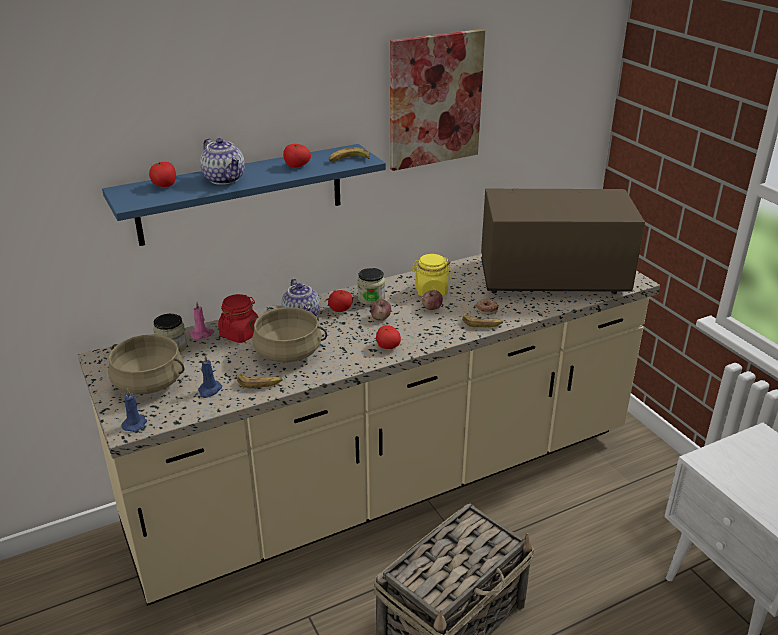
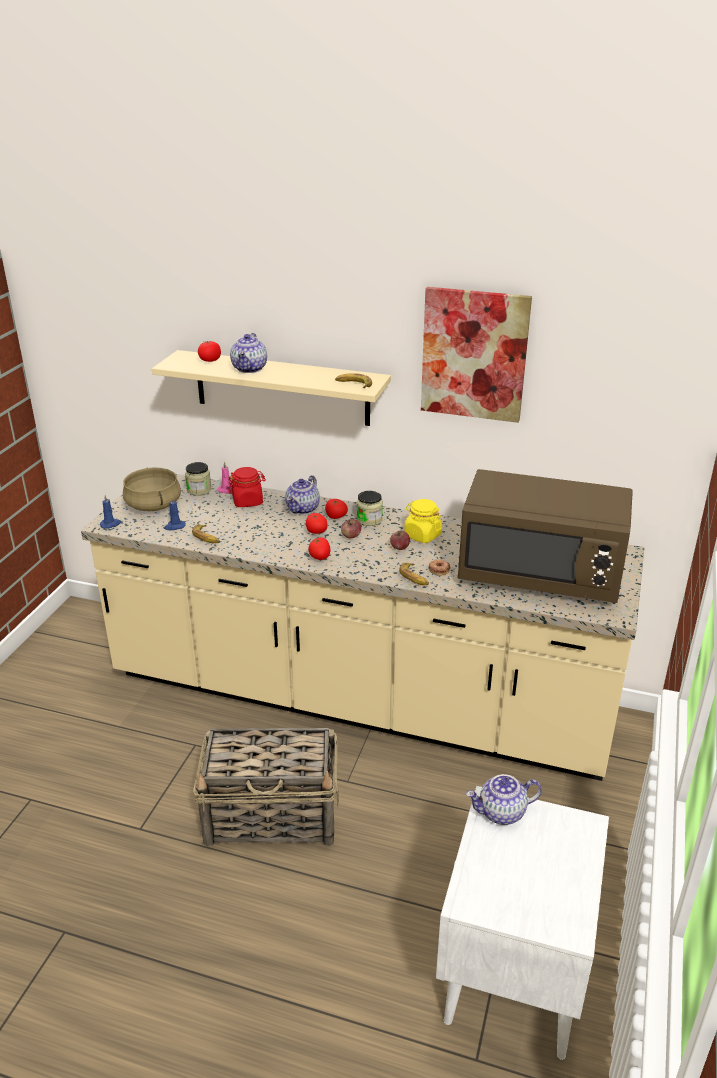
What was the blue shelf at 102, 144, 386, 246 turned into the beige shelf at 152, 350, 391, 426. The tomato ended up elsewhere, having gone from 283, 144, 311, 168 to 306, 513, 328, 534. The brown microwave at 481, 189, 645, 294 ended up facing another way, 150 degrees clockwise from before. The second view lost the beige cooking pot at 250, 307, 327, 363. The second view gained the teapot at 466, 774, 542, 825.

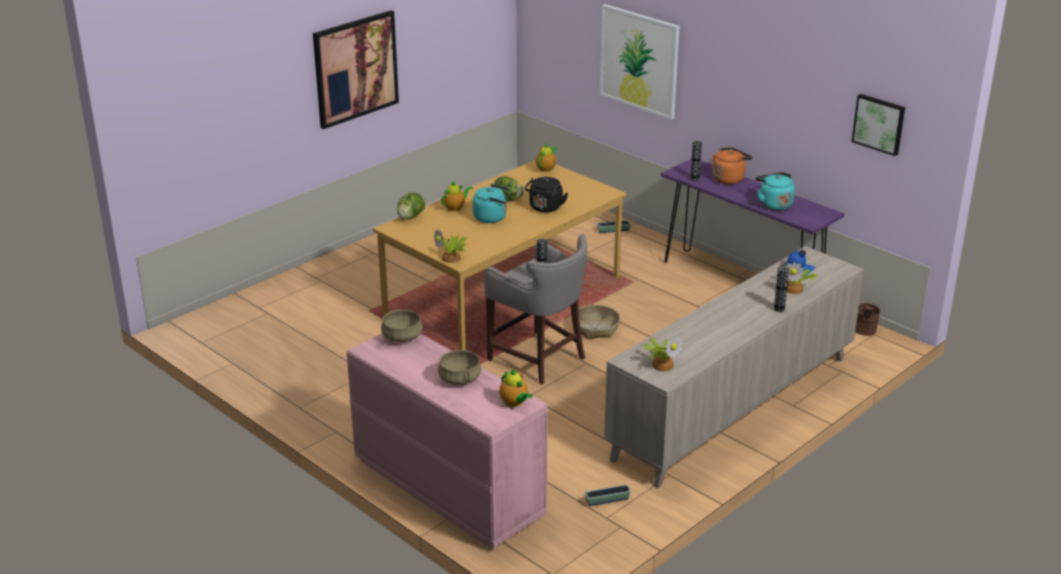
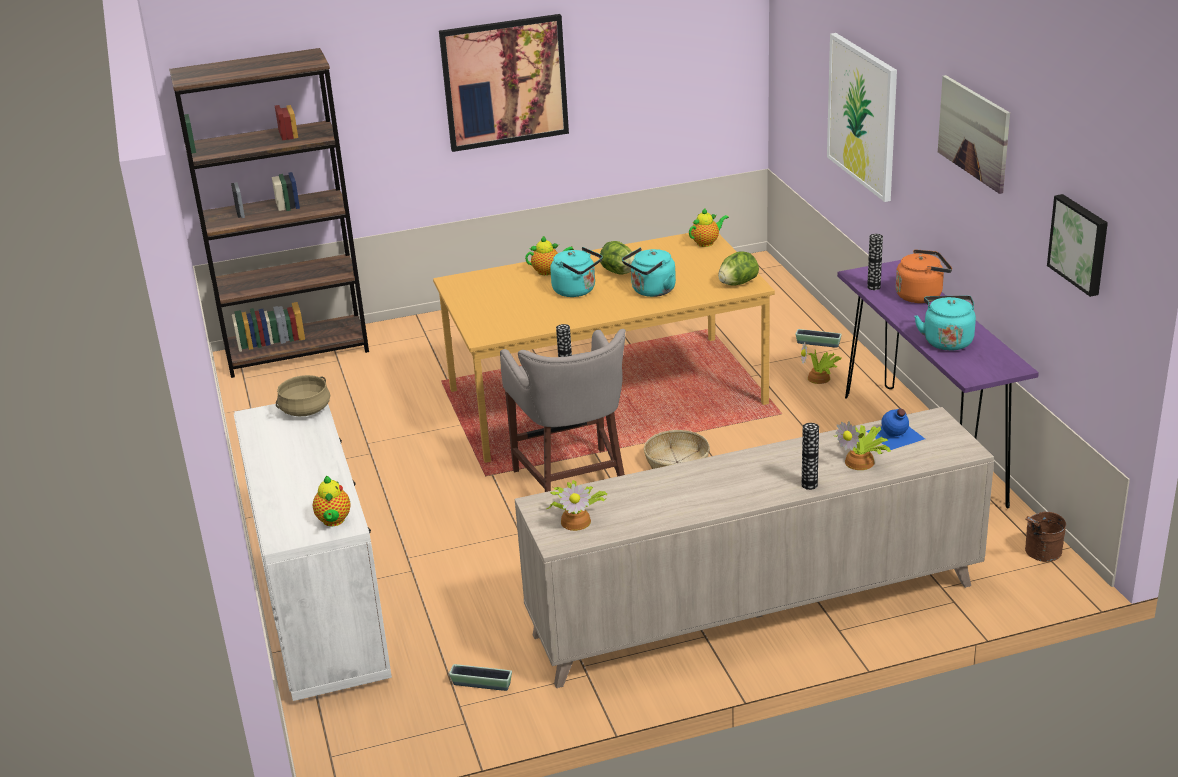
What was the black kettle at 525, 177, 568, 212 turned into the turquoise kettle at 622, 247, 676, 297. The lettuce ended up elsewhere, having gone from 397, 193, 425, 219 to 718, 251, 759, 286. The potted plant ended up elsewhere, having gone from 434, 229, 468, 263 to 801, 342, 841, 384. What was the pink dresser at 347, 333, 548, 548 turned into the white dresser at 233, 404, 392, 701. The second view lost the beige cooking pot at 438, 349, 482, 385. The second view gained the brown bookcase at 169, 48, 369, 378. The second view gained the picture at 938, 75, 1010, 194.

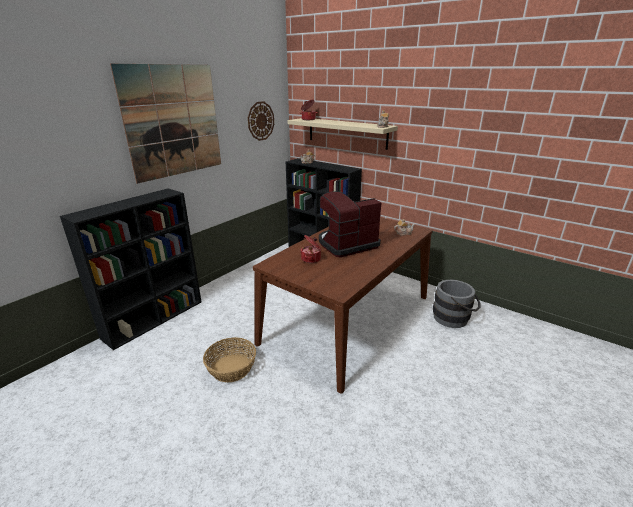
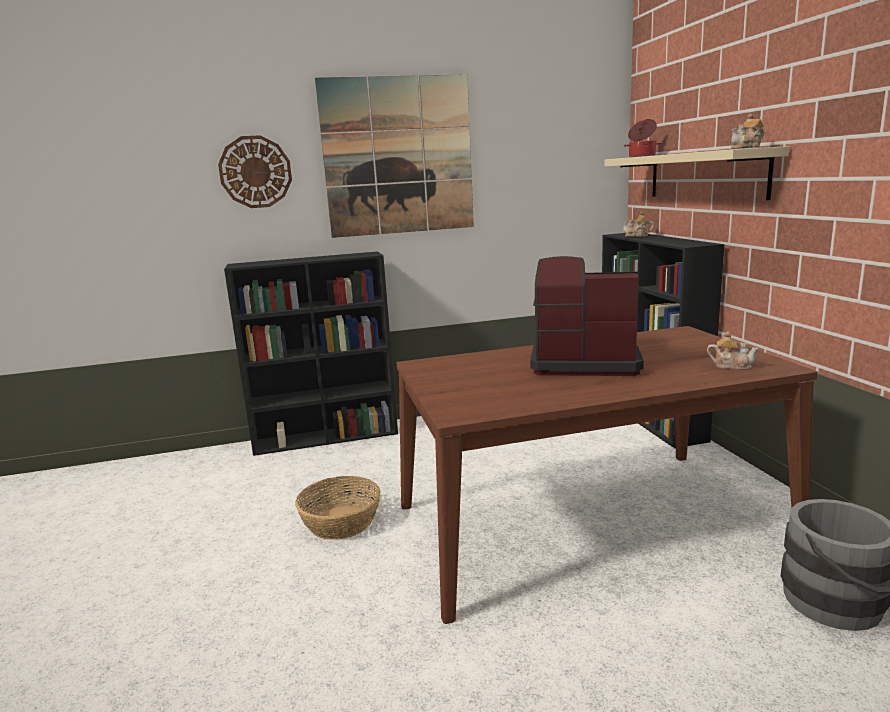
The wall clock ended up elsewhere, having gone from 248, 101, 274, 141 to 218, 135, 292, 208. The second view lost the cooking pot at 300, 235, 321, 263.

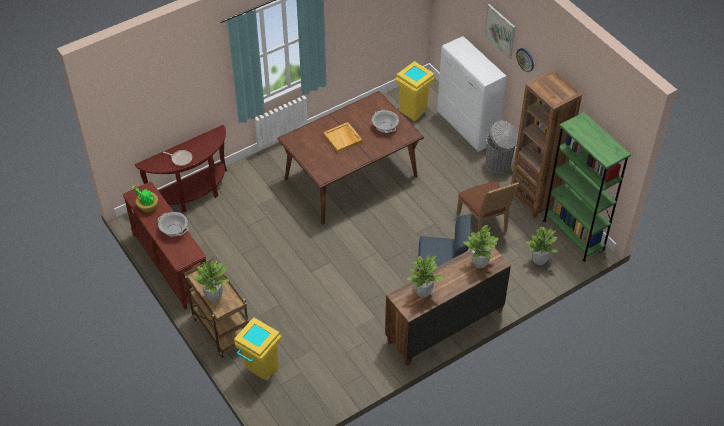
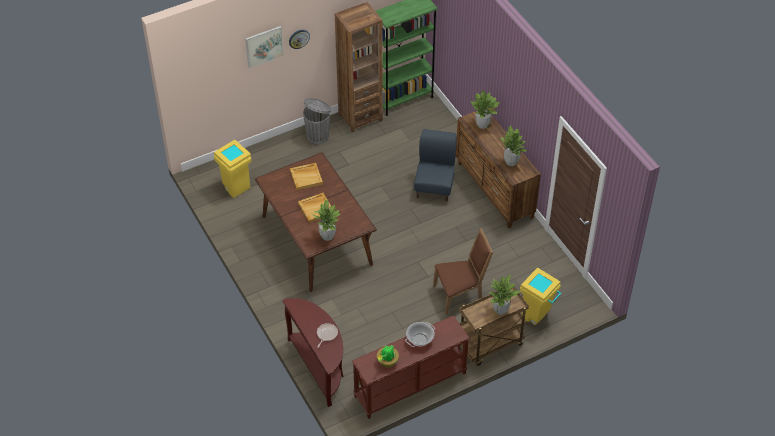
The second view lost the white cabinet at 437, 36, 507, 152. Where the cooking pot stood at 372, 110, 399, 133, the beige tray came to stand at 290, 163, 323, 190. The brown chair ended up elsewhere, having gone from 457, 182, 519, 232 to 433, 228, 493, 315. The potted plant ended up elsewhere, having gone from 526, 226, 557, 265 to 313, 199, 341, 241.

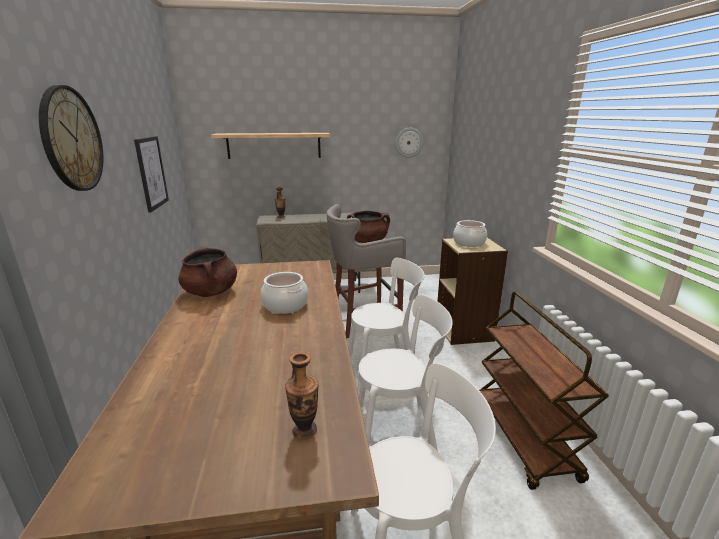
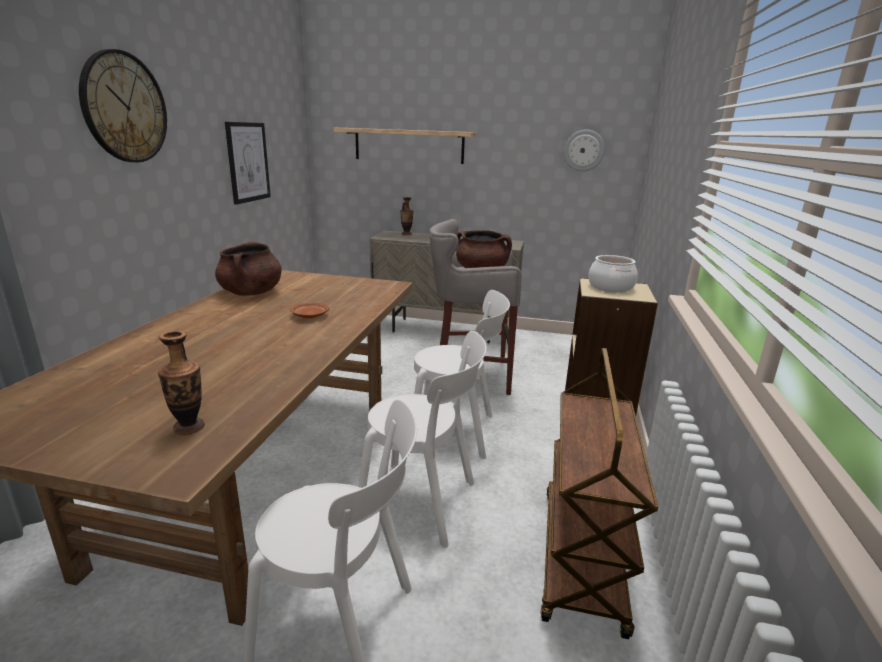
Where the cooking pot stood at 261, 272, 308, 314, the brown plate came to stand at 290, 302, 329, 319.

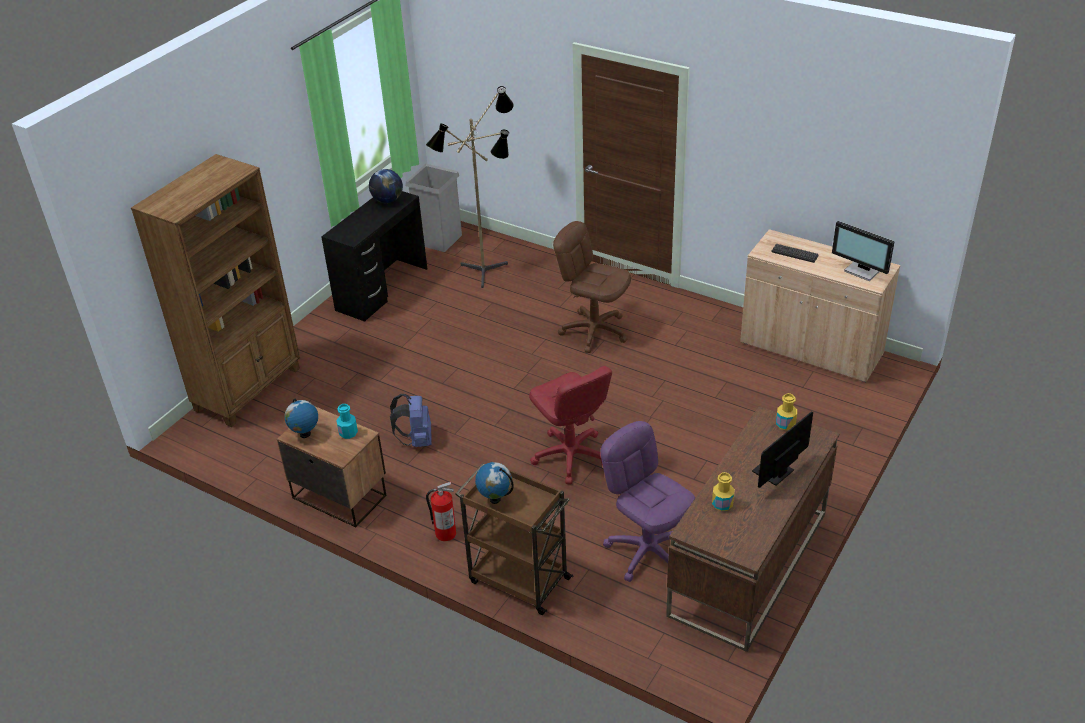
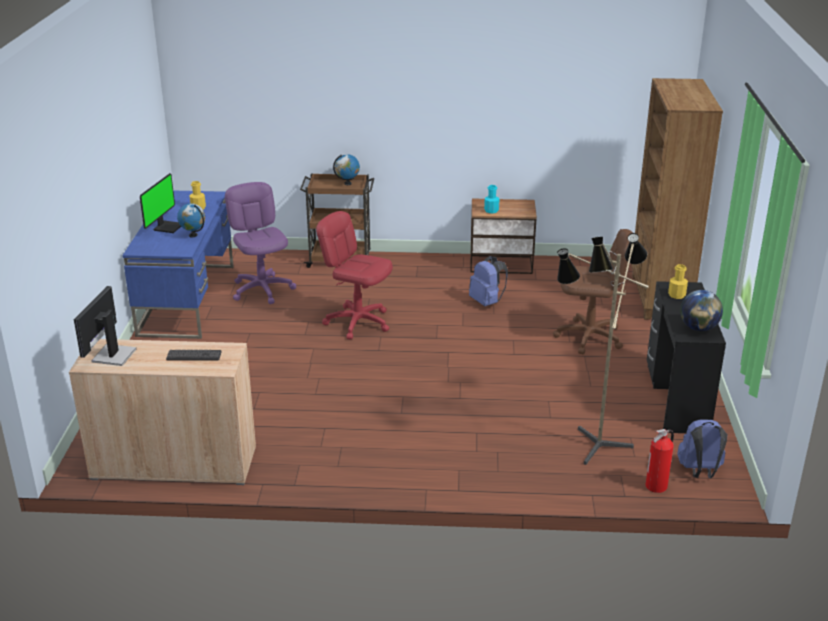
Where the grey trash can stood at 405, 164, 462, 252, the blue backpack came to stand at 677, 419, 728, 478. The brown office chair ended up elsewhere, having gone from 553, 221, 631, 353 to 553, 229, 633, 354. The monitor at 832, 221, 895, 281 ended up facing another way, 90 degrees counterclockwise from before. The yellow bottle ended up elsewhere, having gone from 776, 393, 797, 430 to 668, 264, 688, 299. The globe ended up elsewhere, having gone from 285, 399, 318, 438 to 177, 203, 205, 237. What was the brown desk at 666, 406, 839, 652 turned into the blue desk at 122, 191, 234, 339. The purple office chair at 600, 421, 695, 582 ended up facing another way, 135 degrees counterclockwise from before. The fire extinguisher ended up elsewhere, having gone from 426, 482, 456, 541 to 646, 429, 674, 493.

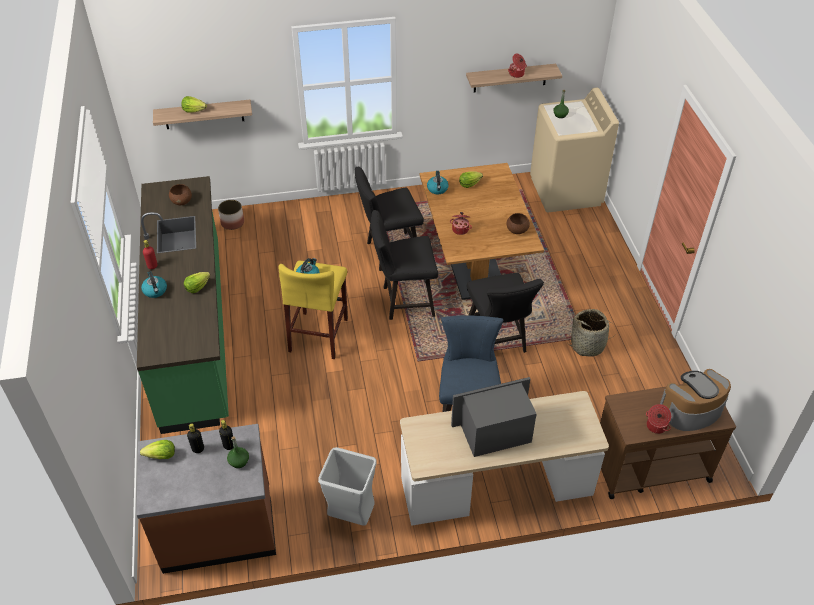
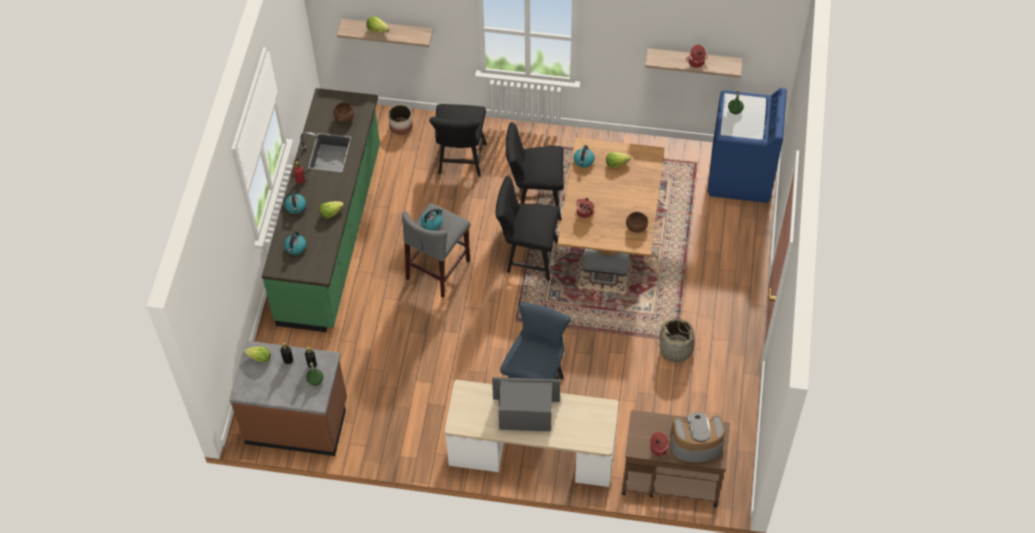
What was the beige washing machine at 530, 88, 619, 212 turned into the blue washing machine at 708, 88, 787, 203. What was the yellow stool at 278, 261, 348, 359 turned into the grey stool at 402, 203, 470, 298. The black chair ended up elsewhere, having gone from 467, 273, 544, 353 to 429, 104, 487, 177. The second view lost the grey trash can at 318, 447, 377, 526. The second view gained the kettle at 284, 231, 306, 255.

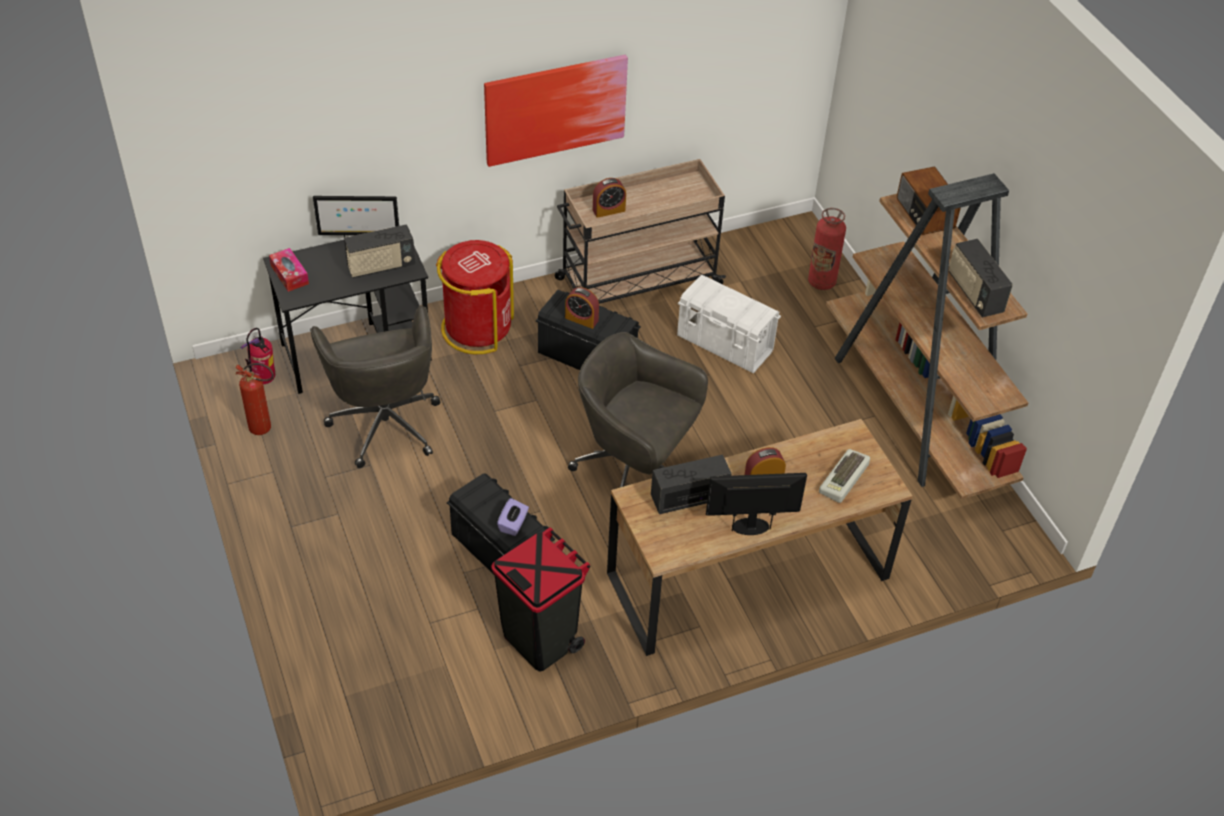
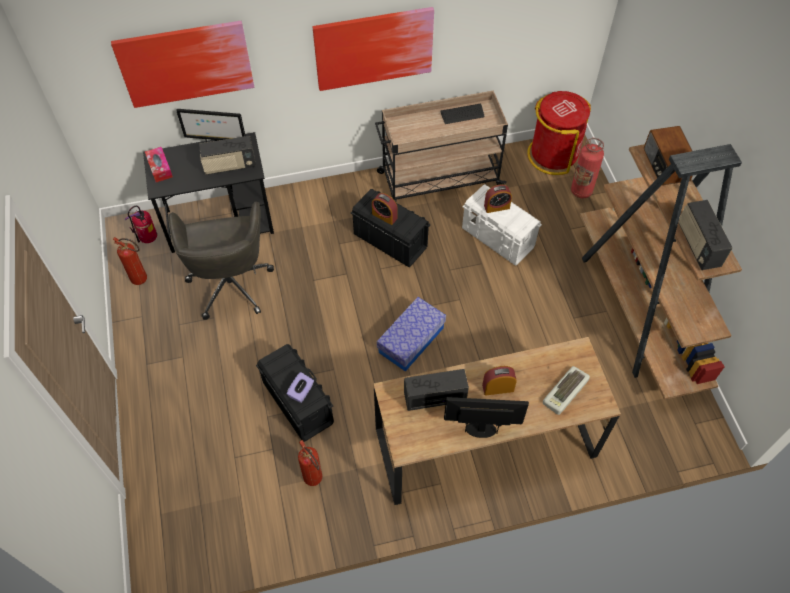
The alarm clock ended up elsewhere, having gone from 593, 178, 626, 218 to 484, 184, 512, 213. The red trash can ended up elsewhere, having gone from 436, 240, 514, 354 to 527, 91, 591, 175. Where the grey office chair stood at 568, 332, 708, 487, the storage box came to stand at 377, 297, 446, 372. Where the black trash can stood at 491, 527, 590, 671, the fire extinguisher came to stand at 298, 440, 322, 486. The second view gained the picture at 111, 21, 254, 108. The second view gained the keyboard at 441, 104, 484, 124.

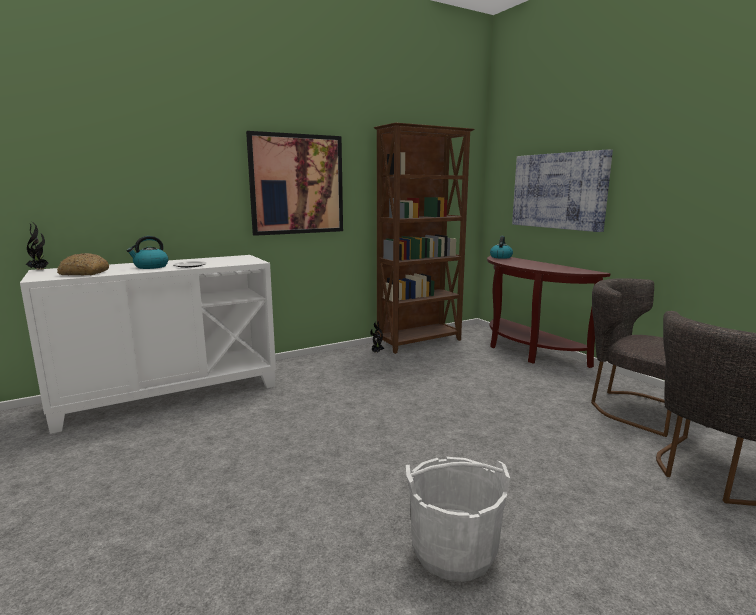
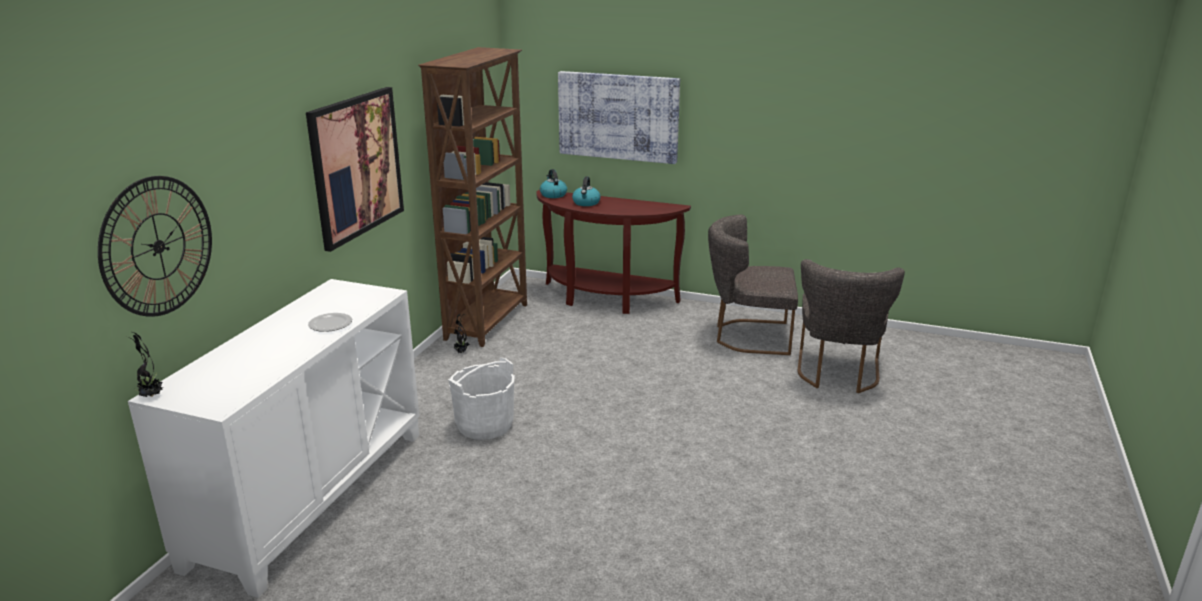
The kettle ended up elsewhere, having gone from 126, 236, 168, 269 to 572, 176, 600, 206. The second view lost the bread at 57, 253, 110, 275. The white bucket ended up elsewhere, having gone from 406, 457, 510, 582 to 448, 358, 515, 440. The second view gained the wall clock at 98, 176, 212, 317.

